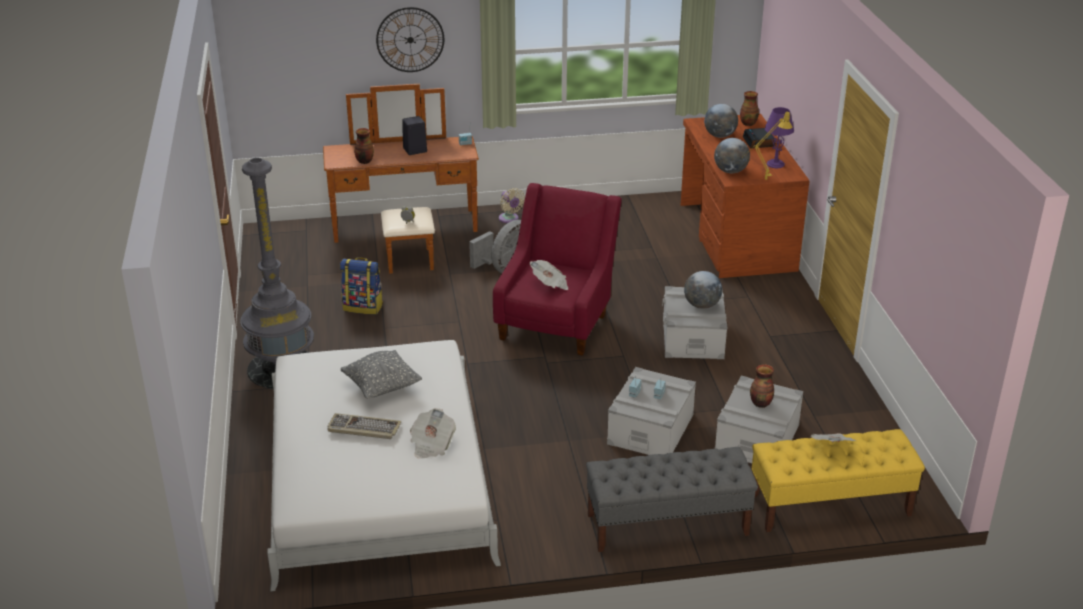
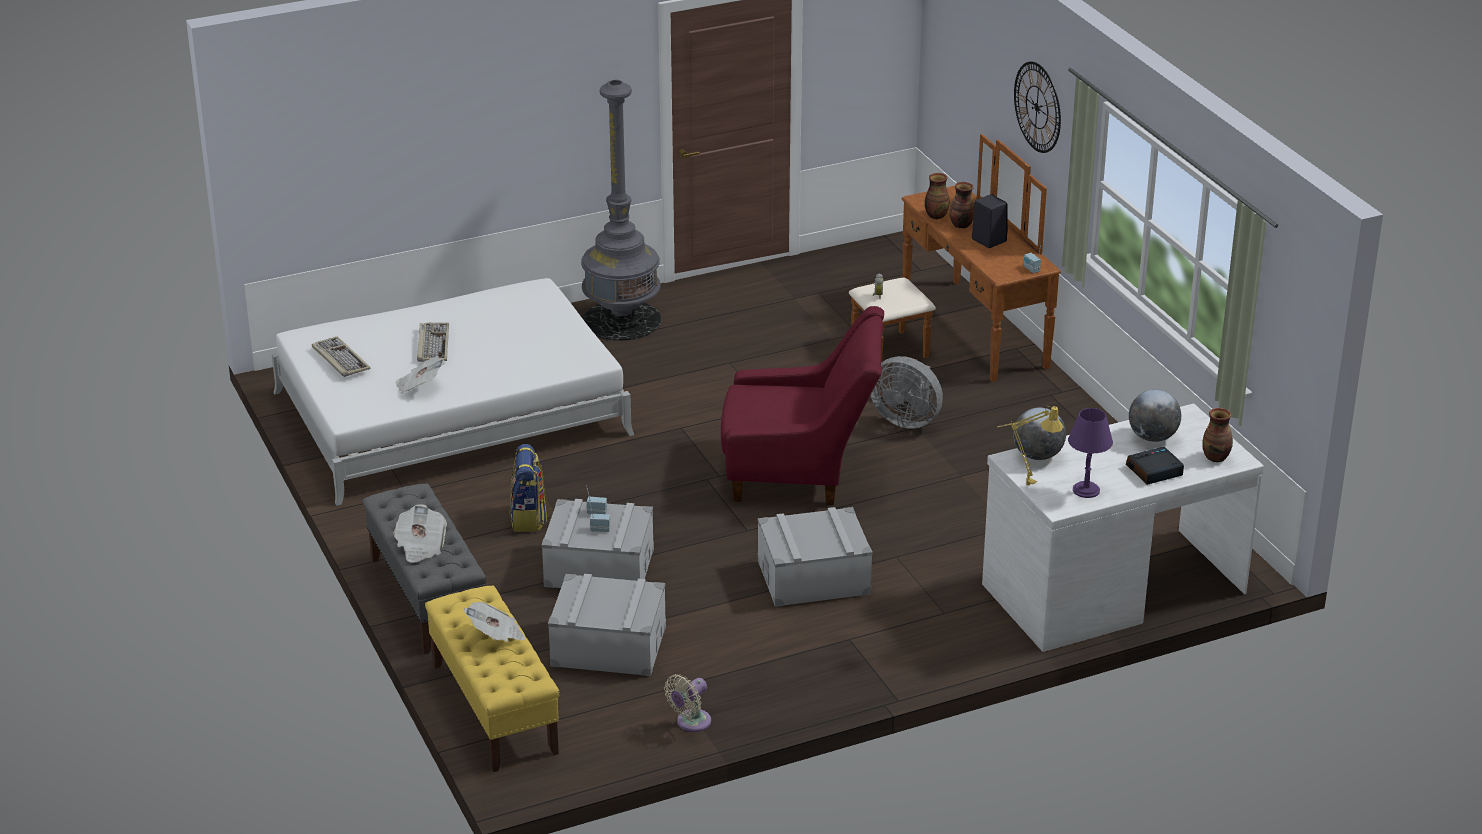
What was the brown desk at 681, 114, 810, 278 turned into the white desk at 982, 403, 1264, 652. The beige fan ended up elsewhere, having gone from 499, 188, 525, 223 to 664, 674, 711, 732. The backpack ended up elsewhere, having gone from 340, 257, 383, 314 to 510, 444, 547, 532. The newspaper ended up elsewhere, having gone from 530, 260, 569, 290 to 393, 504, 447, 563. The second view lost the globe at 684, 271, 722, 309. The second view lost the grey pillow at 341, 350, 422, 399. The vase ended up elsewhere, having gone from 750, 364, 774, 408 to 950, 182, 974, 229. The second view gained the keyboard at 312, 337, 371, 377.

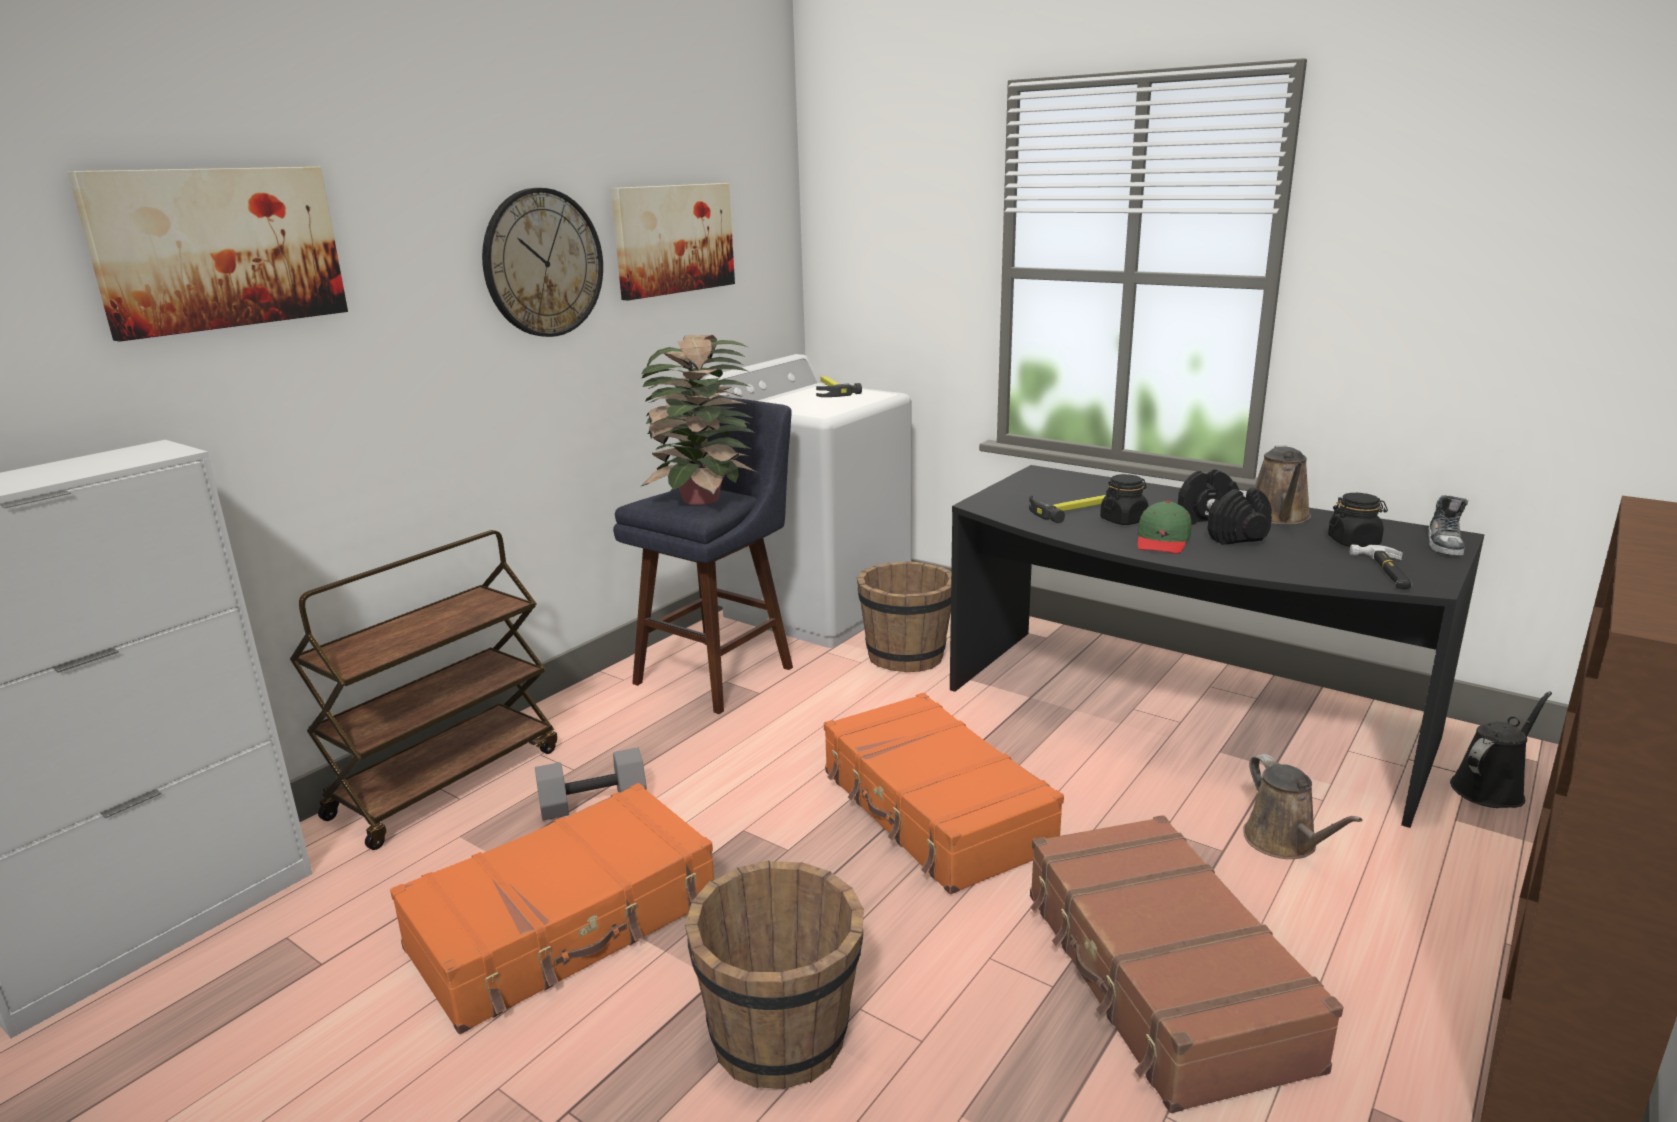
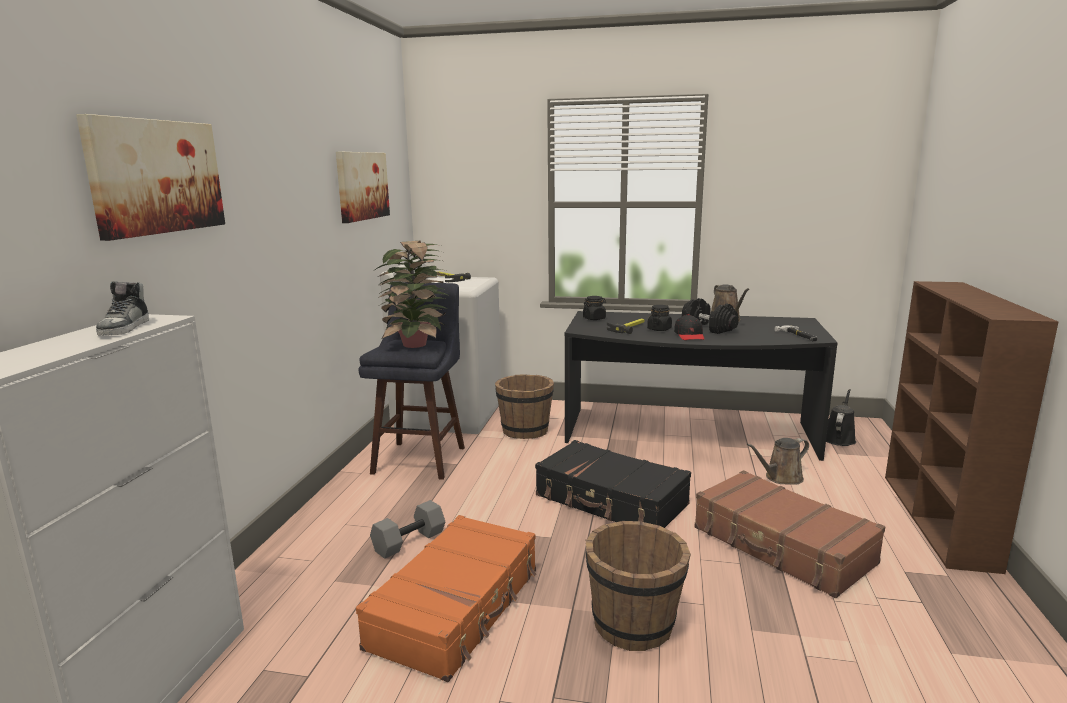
The second view lost the wall clock at 482, 188, 603, 337. The black jar ended up elsewhere, having gone from 1328, 493, 1388, 547 to 583, 296, 606, 320. The shoe ended up elsewhere, having gone from 1428, 495, 1468, 556 to 96, 281, 149, 336. What was the green cap at 1138, 501, 1192, 554 turned into the black cap at 674, 314, 704, 340. The second view lost the brown cart at 290, 530, 557, 850. What was the orange suitcase at 824, 693, 1064, 894 turned into the black suitcase at 535, 440, 691, 528. The brown watering can at 1243, 754, 1363, 859 ended up facing another way, 105 degrees clockwise from before.

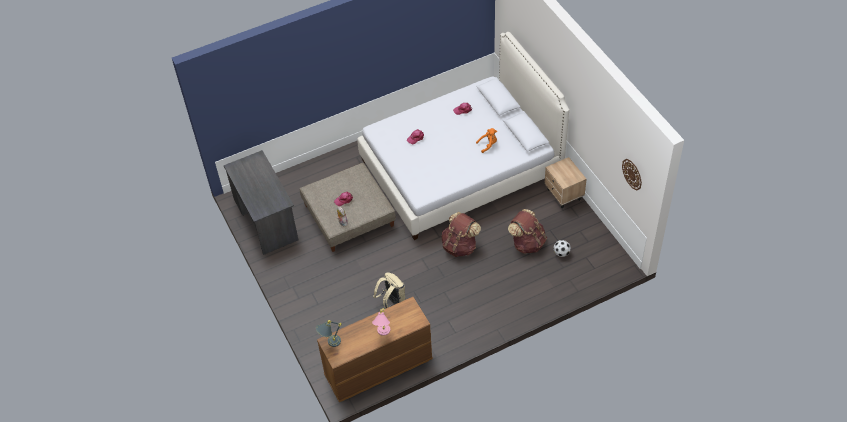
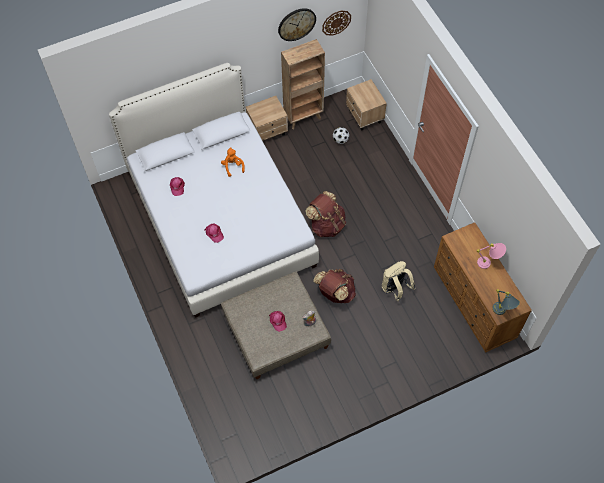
The second view lost the grey desk at 224, 150, 298, 255. The brown backpack ended up elsewhere, having gone from 508, 209, 547, 254 to 313, 269, 356, 303. The second view gained the wall clock at 278, 8, 316, 41. The second view gained the brown bookcase at 281, 39, 325, 129. The second view gained the beige nightstand at 346, 79, 387, 130.

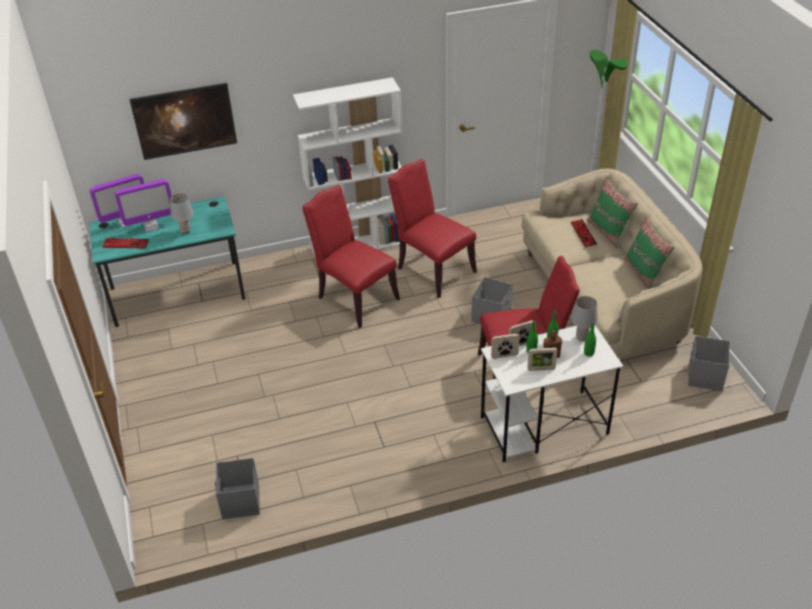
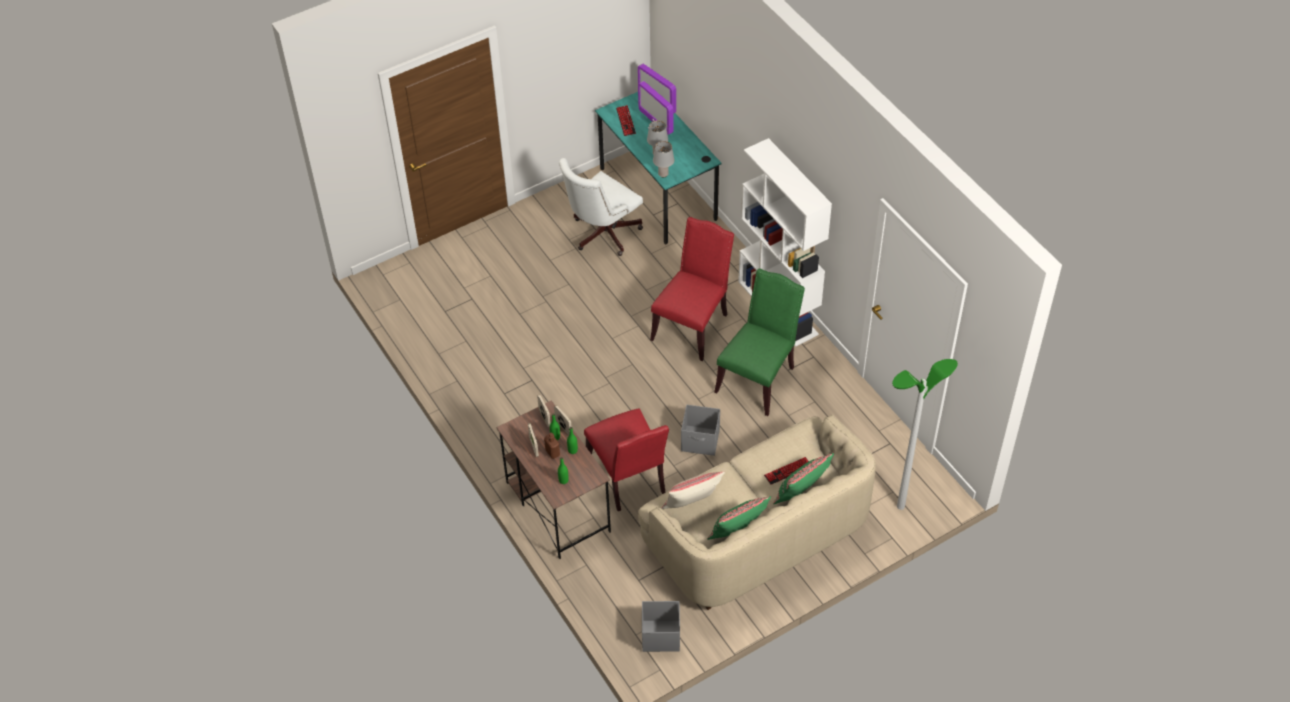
The second view lost the picture at 129, 83, 237, 160. What was the red chair at 388, 159, 477, 298 turned into the green chair at 714, 268, 805, 416. The grey table lamp ended up elsewhere, having gone from 571, 296, 598, 341 to 653, 141, 674, 178. What was the white desk at 481, 325, 623, 462 turned into the brown desk at 496, 400, 611, 559. The second view lost the grey storage box at 215, 458, 260, 519. The second view gained the white office chair at 559, 158, 643, 256. The second view gained the beige pillow at 661, 472, 725, 509.

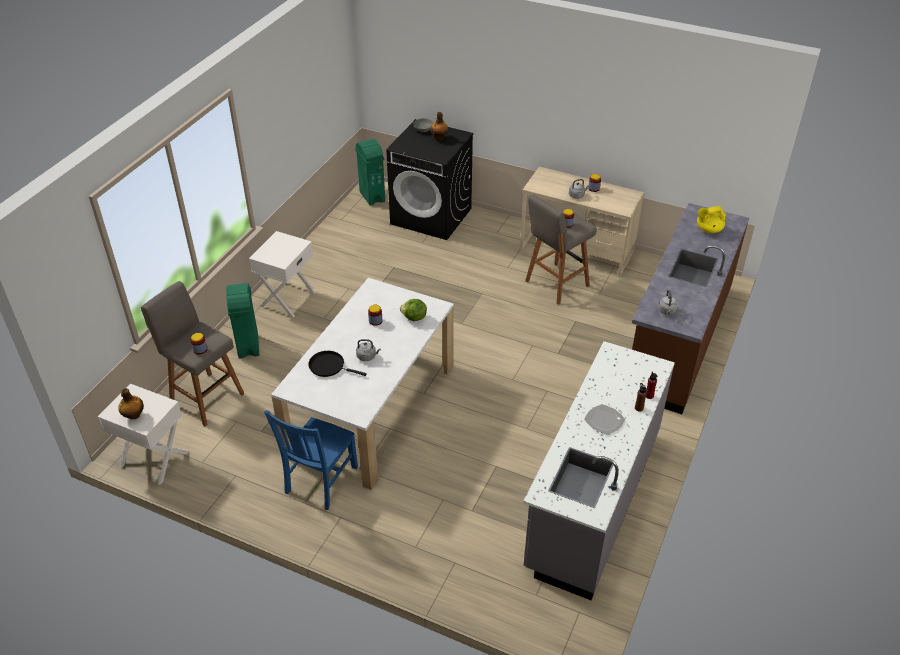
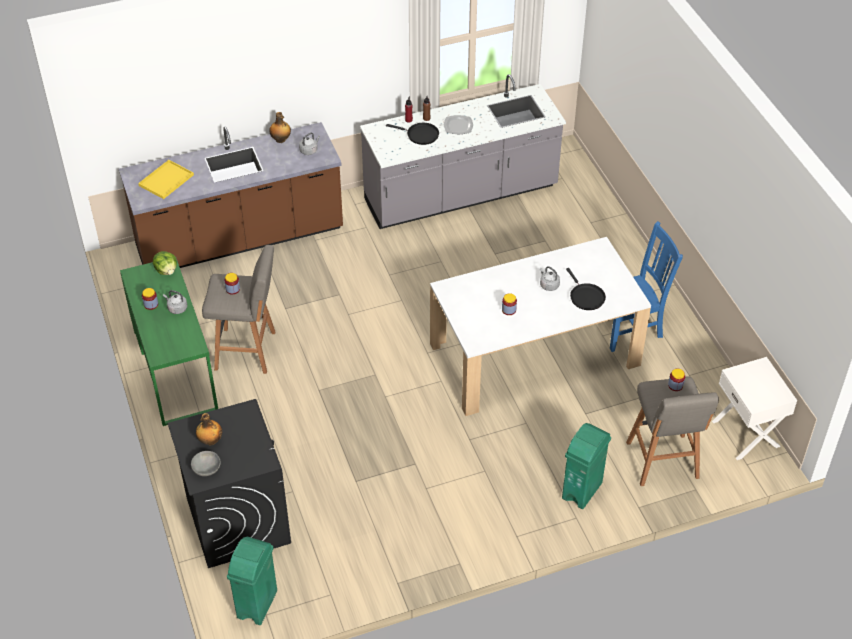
What was the beige desk at 520, 167, 644, 277 turned into the green desk at 120, 259, 218, 426. Where the yellow teapot stood at 697, 206, 726, 233, the yellow tray came to stand at 138, 160, 194, 199. The second view lost the white nightstand at 249, 231, 316, 317. The lettuce ended up elsewhere, having gone from 400, 299, 427, 321 to 153, 251, 177, 275. The bottle ended up elsewhere, having gone from 118, 388, 144, 419 to 269, 112, 291, 143. The second view gained the black frying pan at 386, 123, 439, 145.

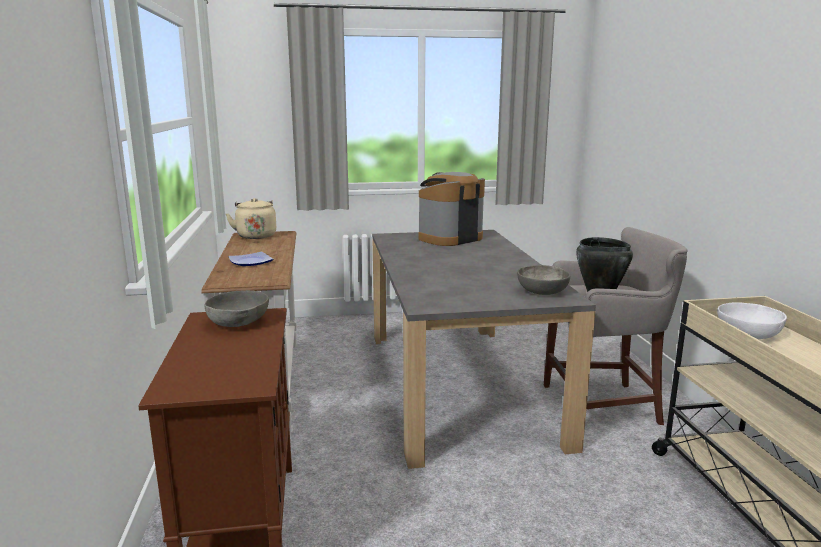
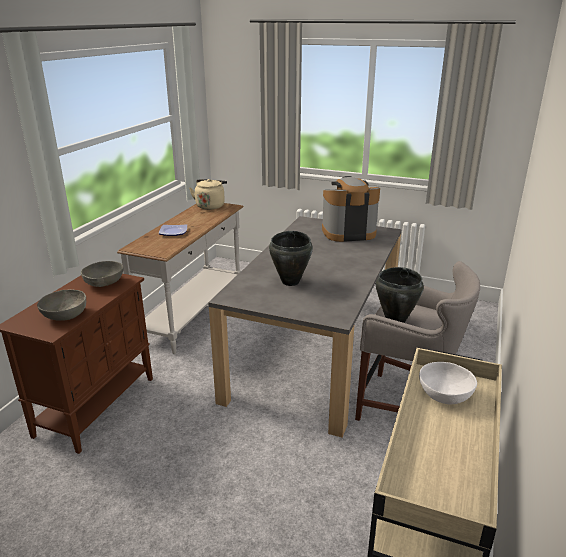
The grey bowl ended up elsewhere, having gone from 517, 265, 570, 295 to 37, 290, 86, 321. The second view gained the black cooking pot at 269, 231, 313, 286.

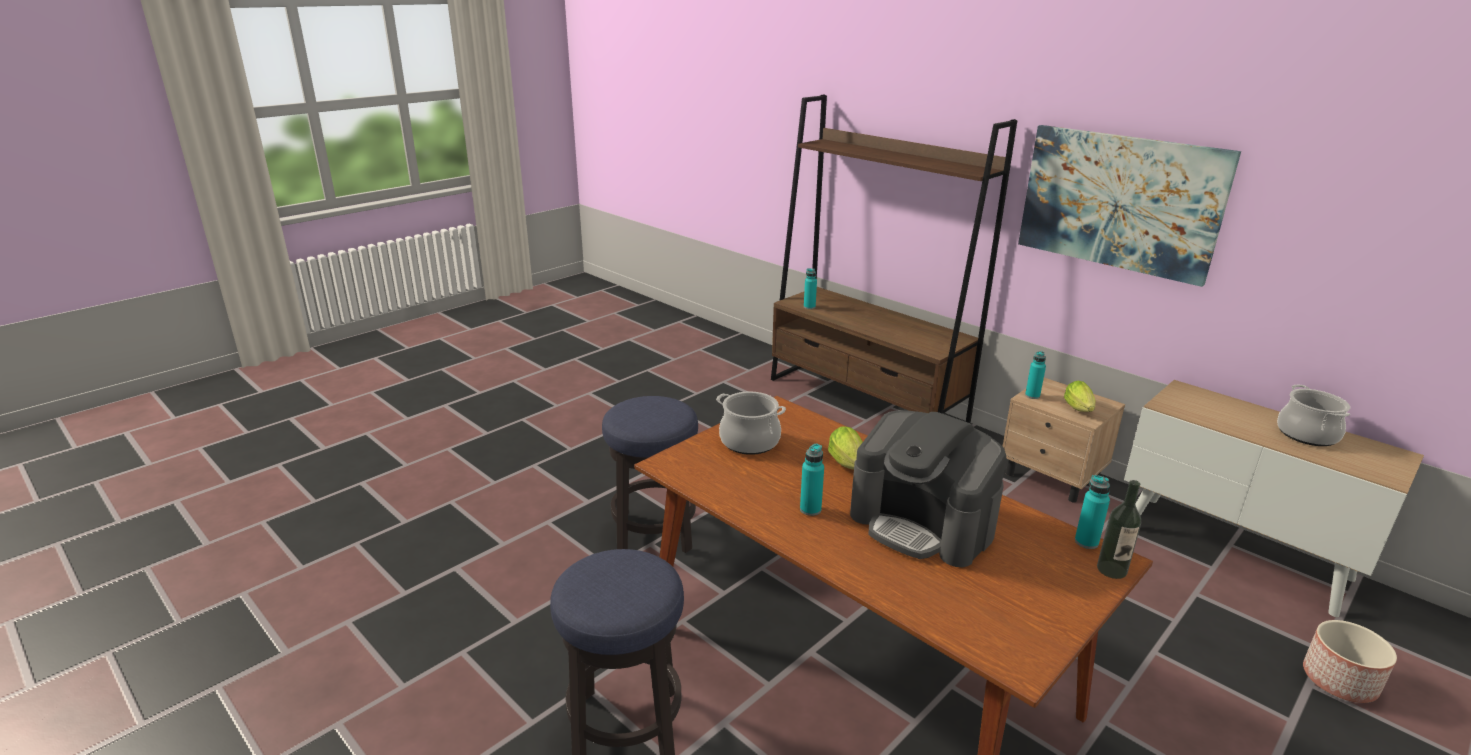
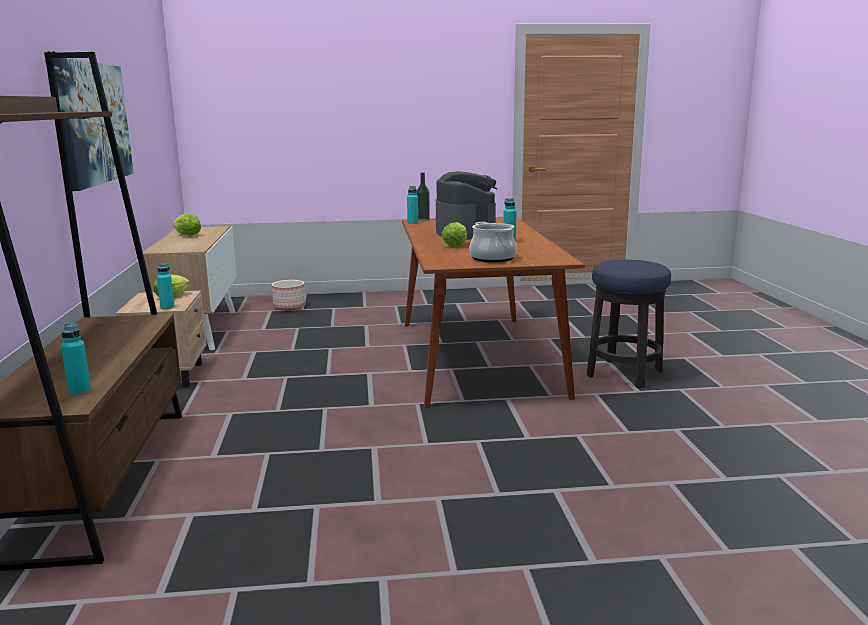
Where the cooking pot stood at 1277, 385, 1350, 446, the lettuce came to stand at 173, 213, 201, 236. The second view lost the stool at 602, 396, 698, 553.

